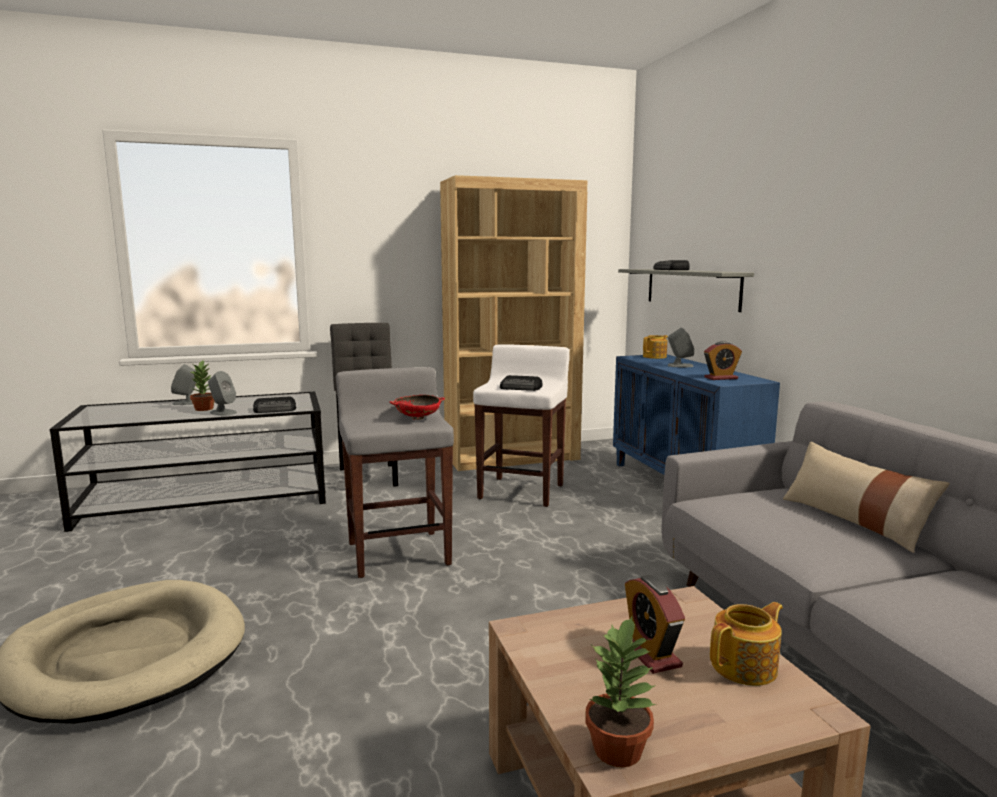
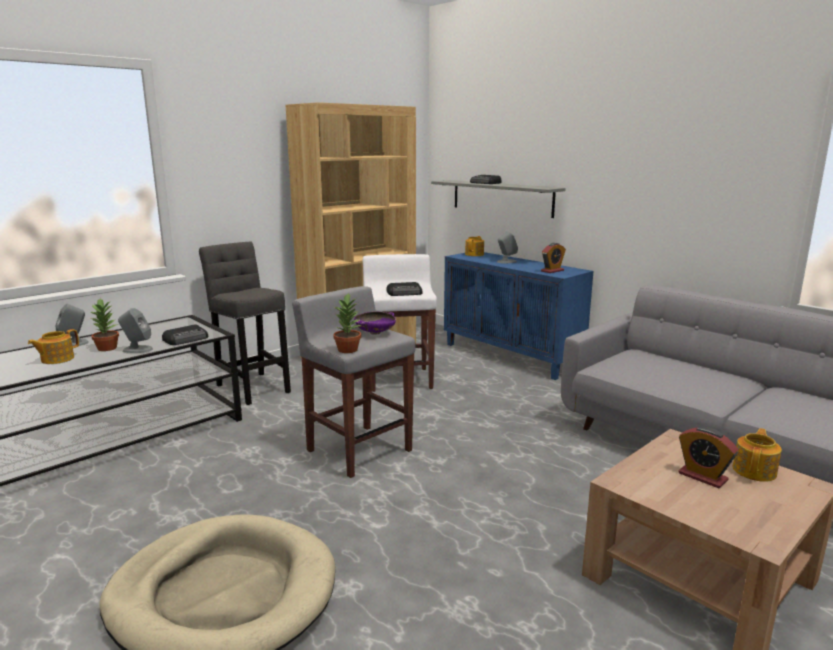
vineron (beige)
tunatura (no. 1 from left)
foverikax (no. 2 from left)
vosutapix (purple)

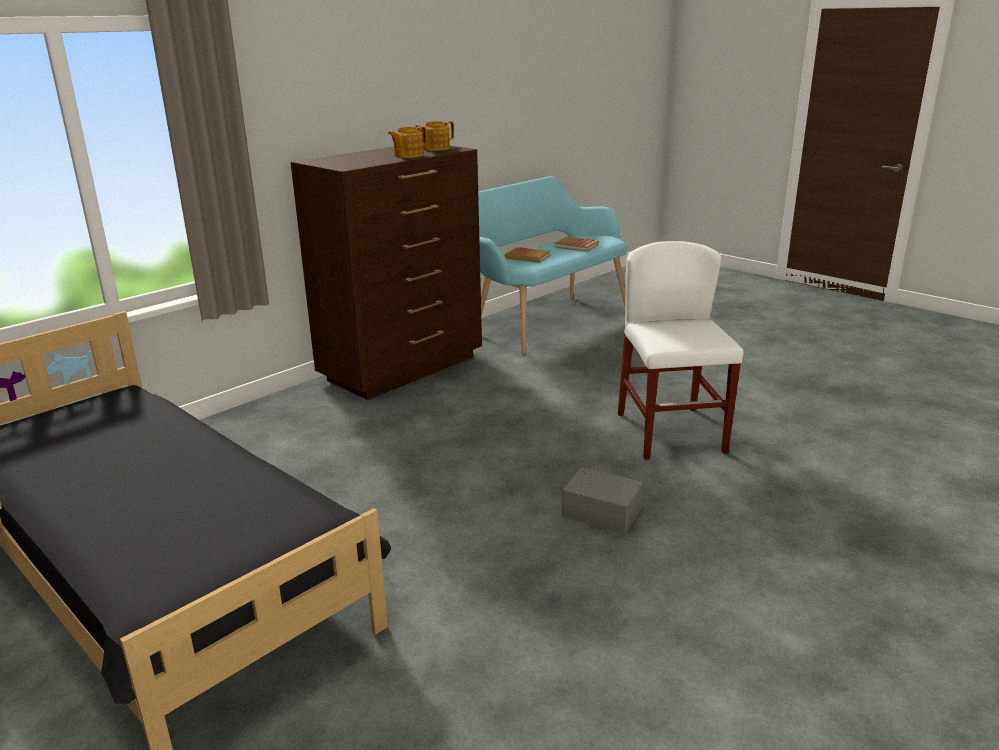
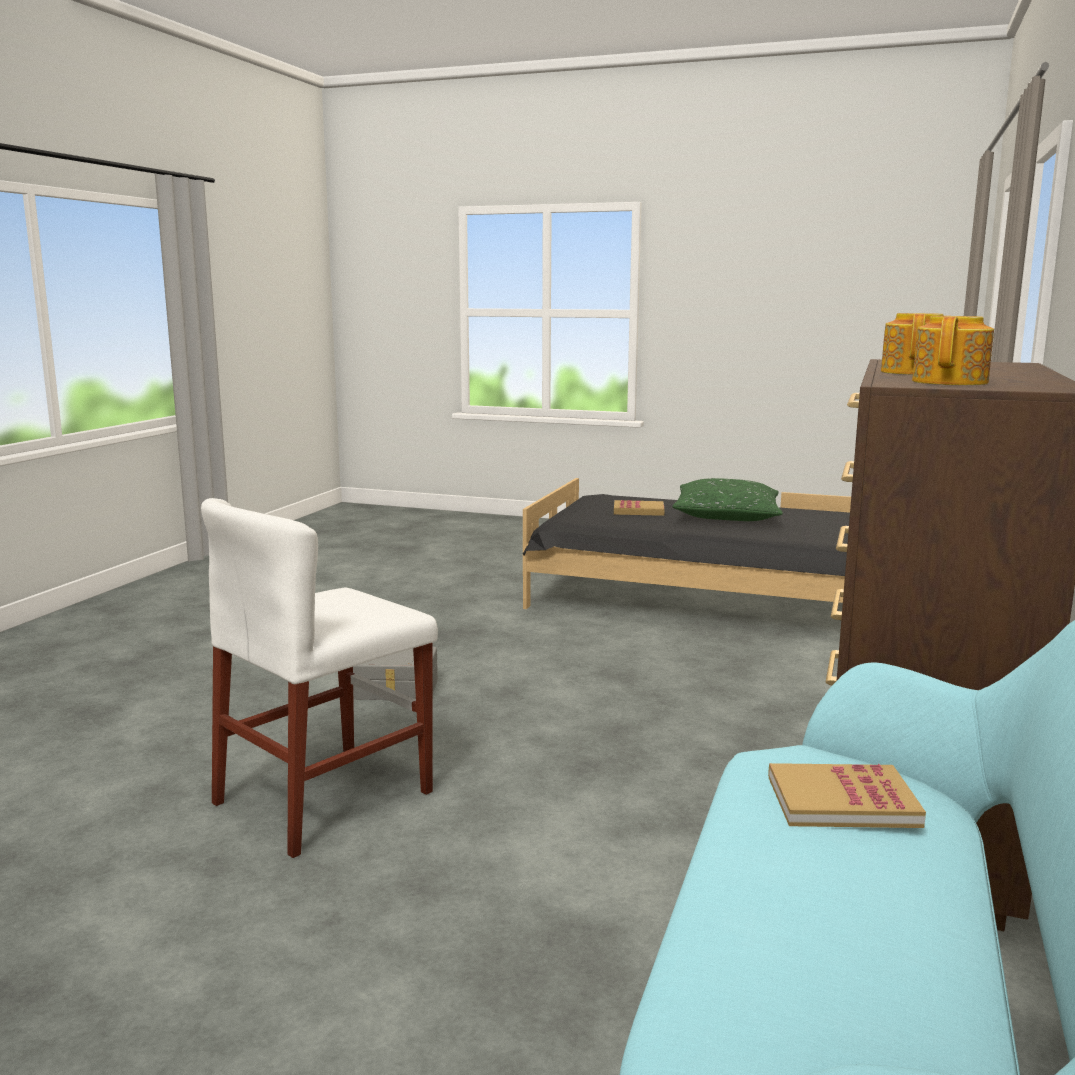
vineron (green)
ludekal (no. 1 from left)
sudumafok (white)

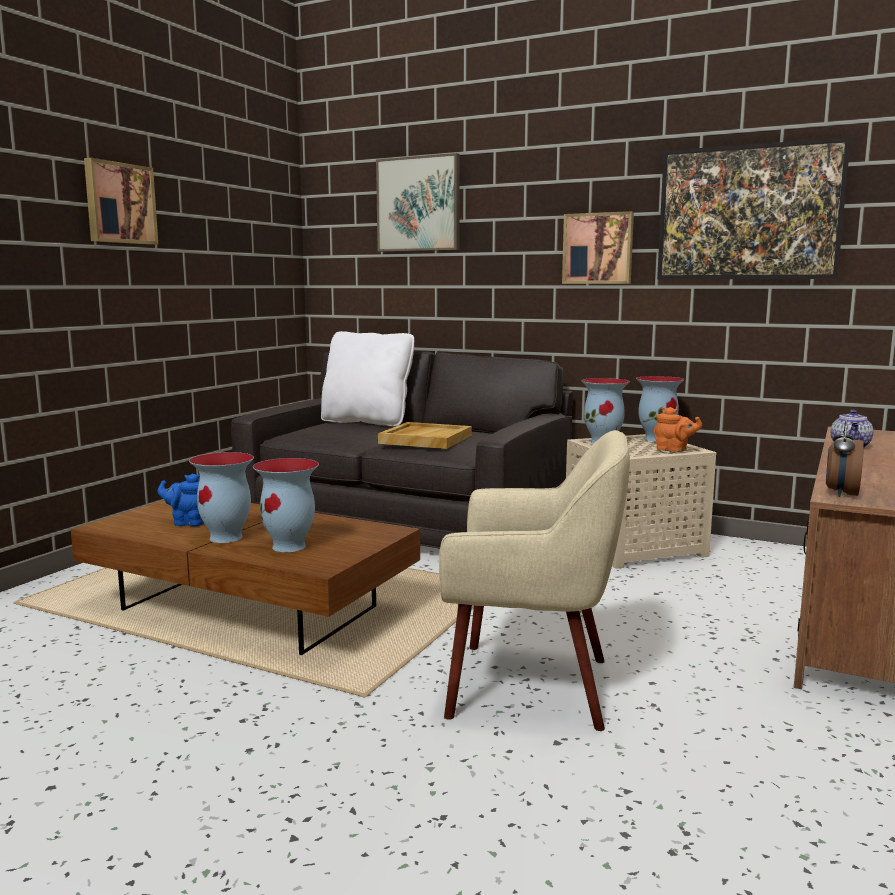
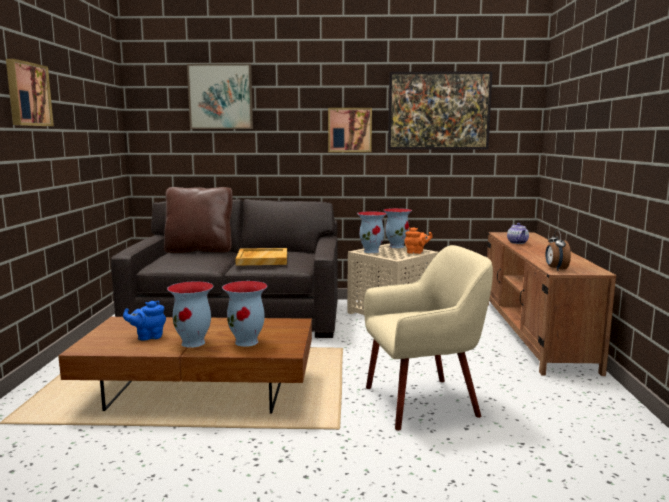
vineron (brown)

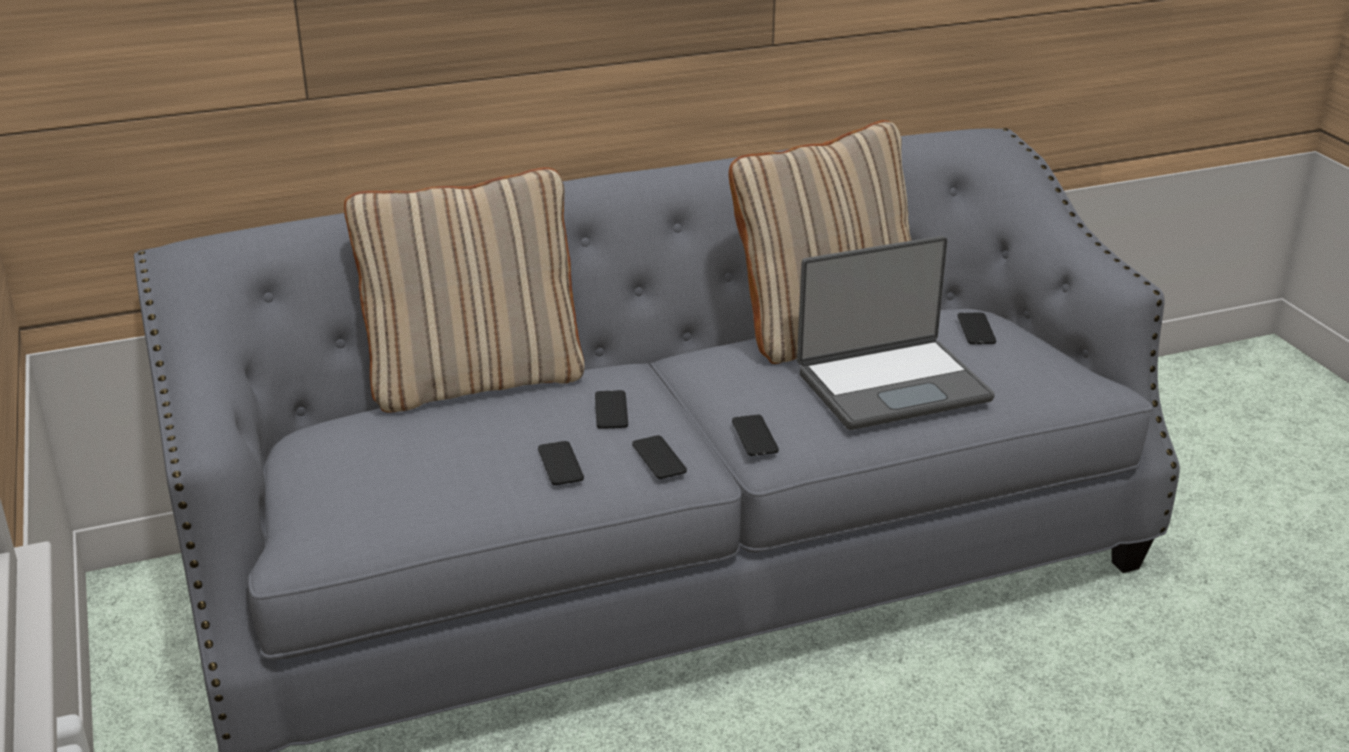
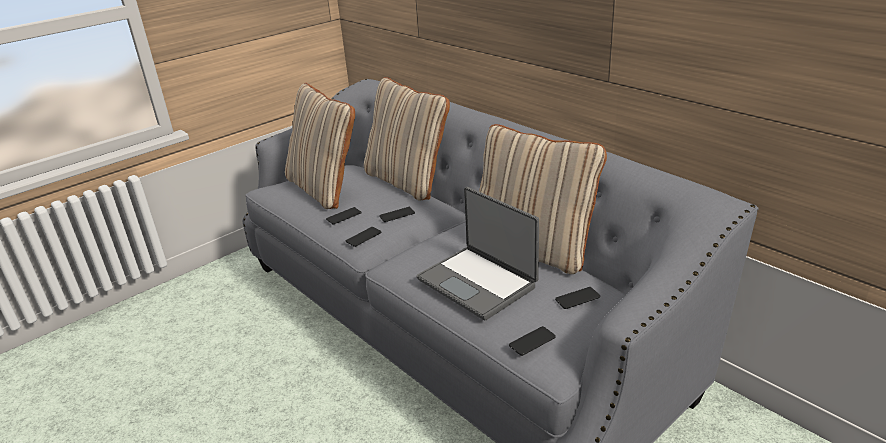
vineron (beige) (no. 1 from left)
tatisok (no. 4 from left)

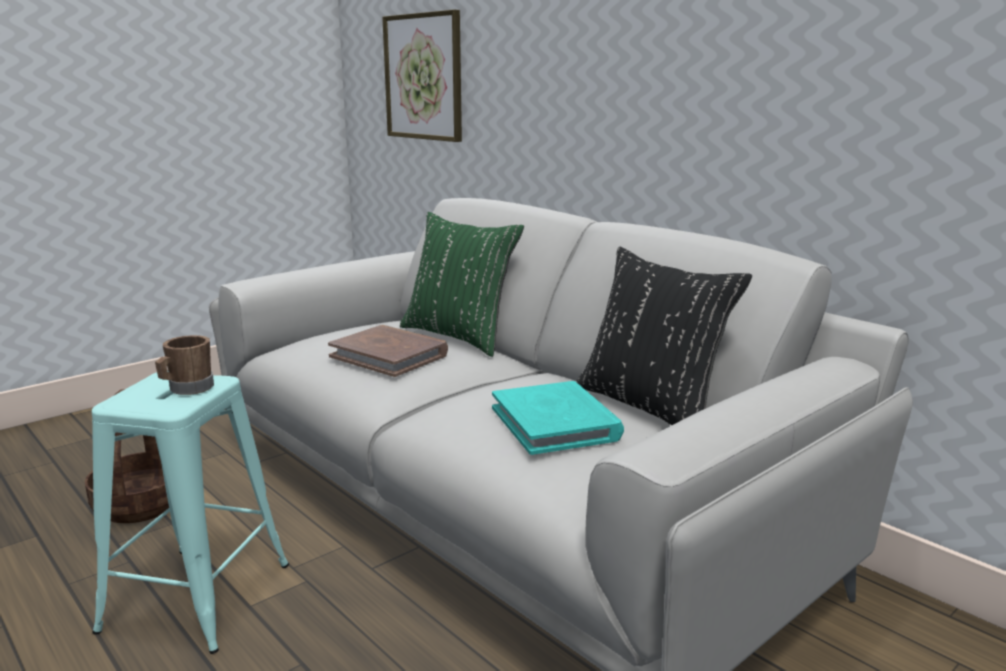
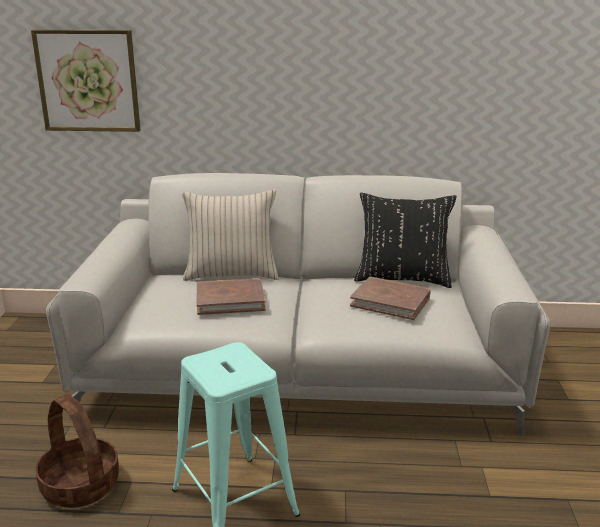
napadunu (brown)
vineron (beige)
ludekal (brown) (no. 2 from left)

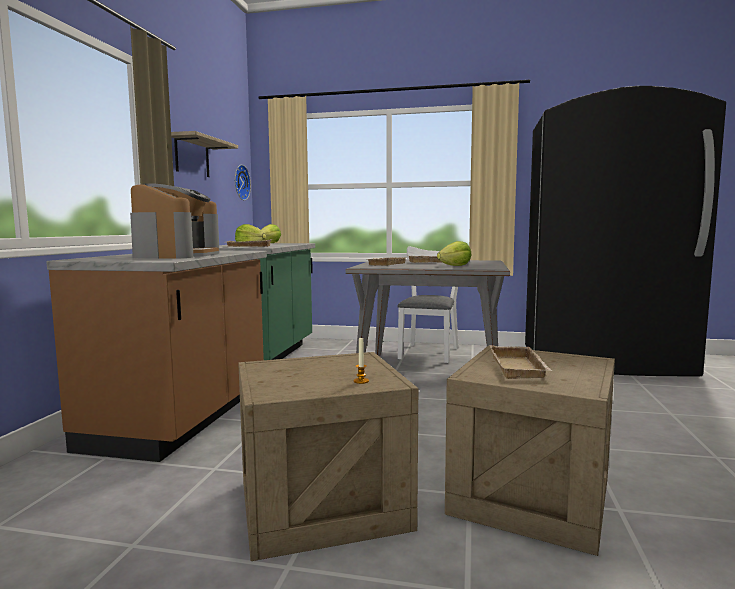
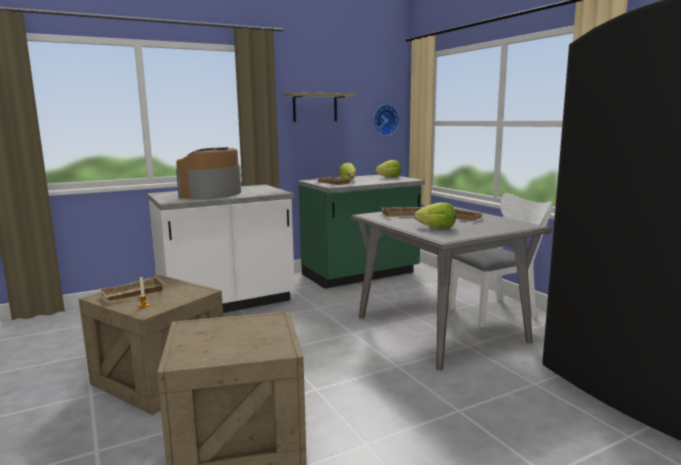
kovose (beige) (no. 1 from left)
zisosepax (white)
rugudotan

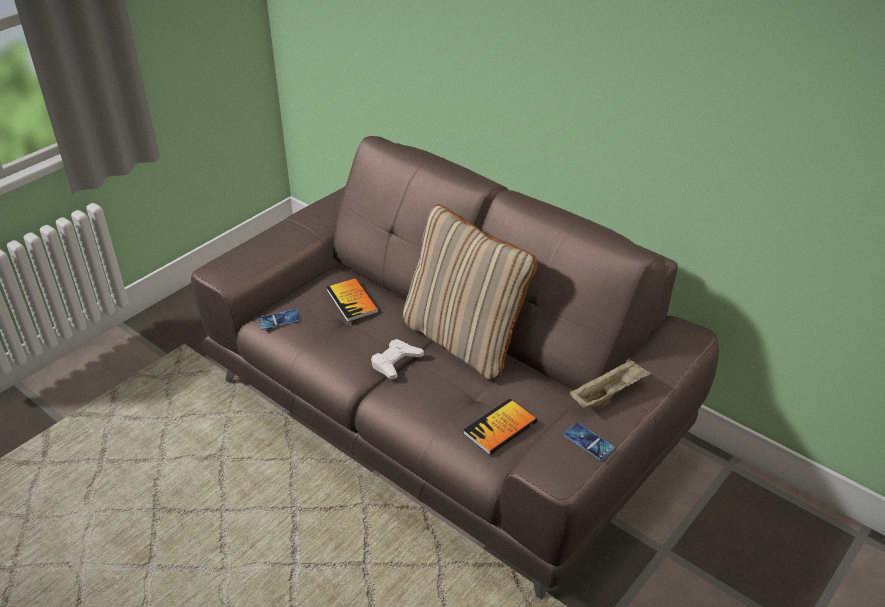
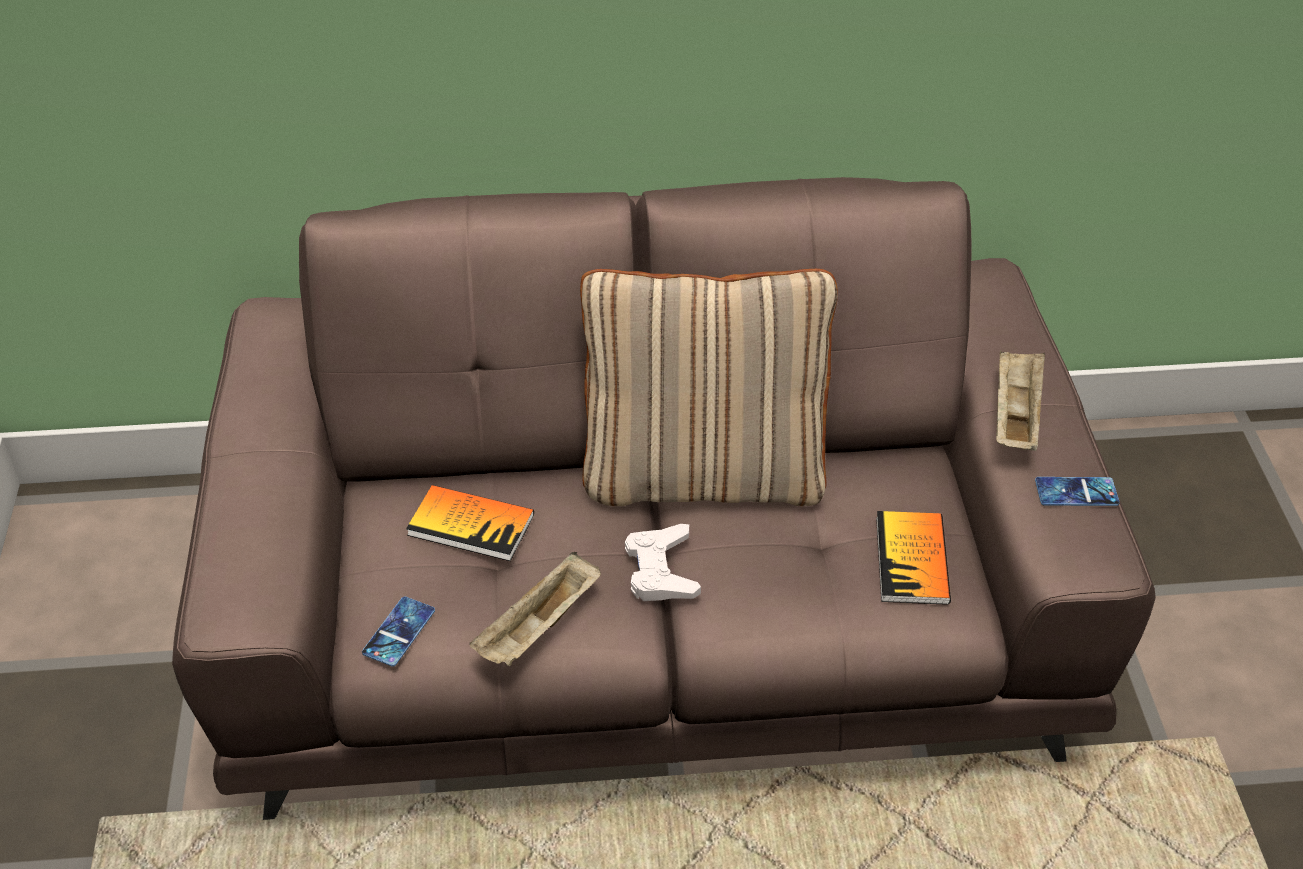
kovose (beige) (no. 1 from left)

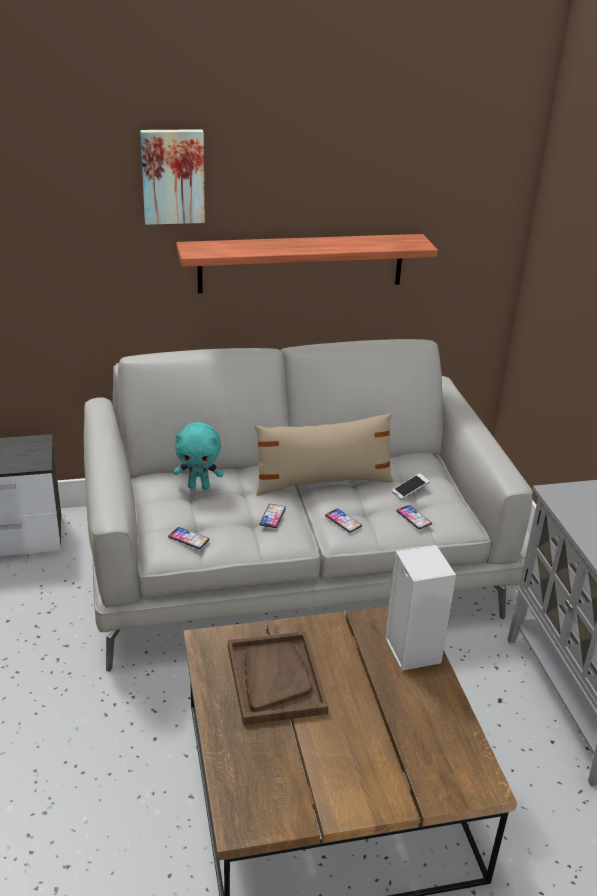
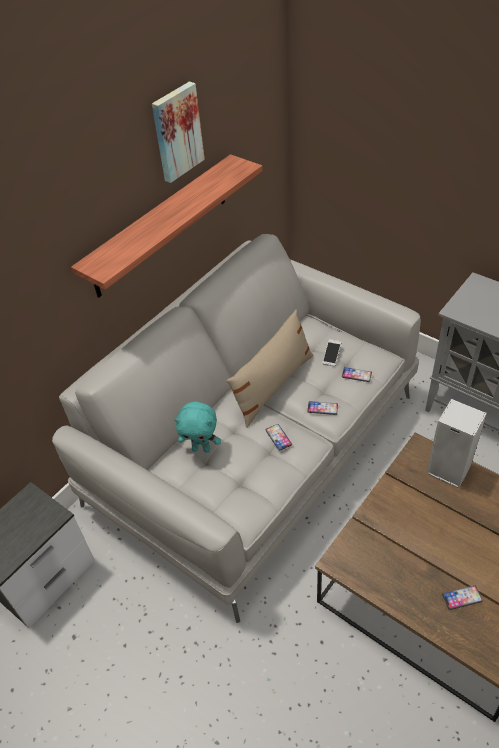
kovose (brown)
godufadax
tatisok (no. 5 from left)
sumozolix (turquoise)

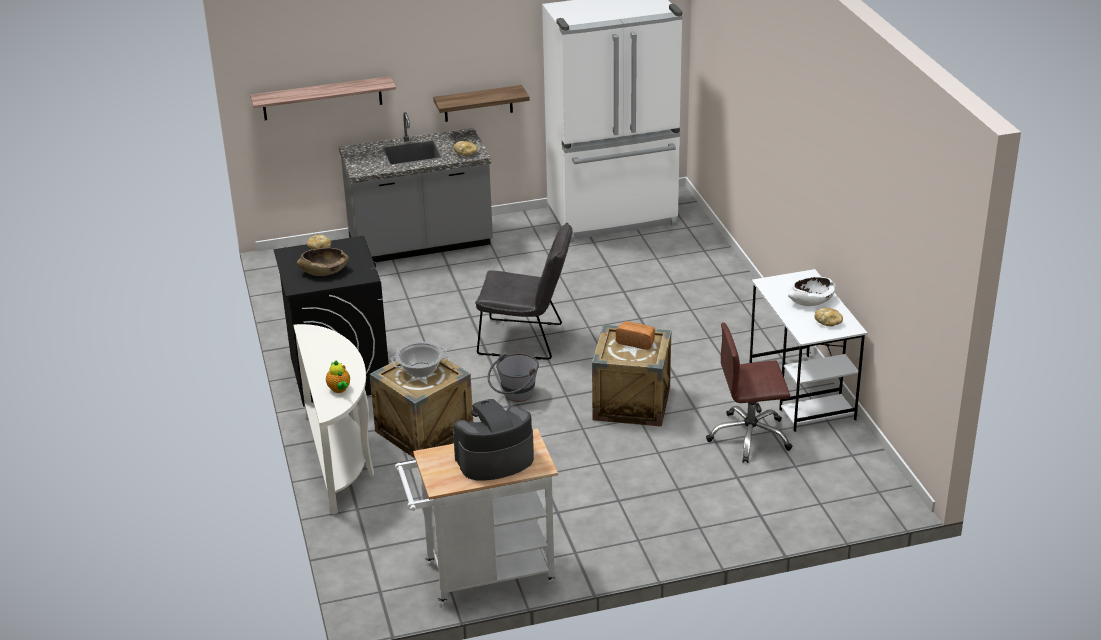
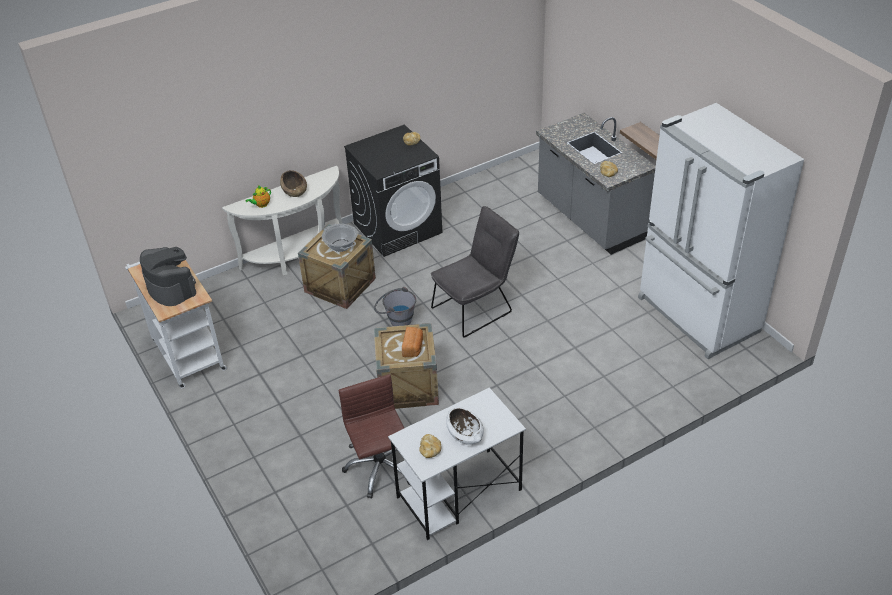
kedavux (no. 1 from left in the first image)
vosutapix (brown)
sudumafok (grey)

